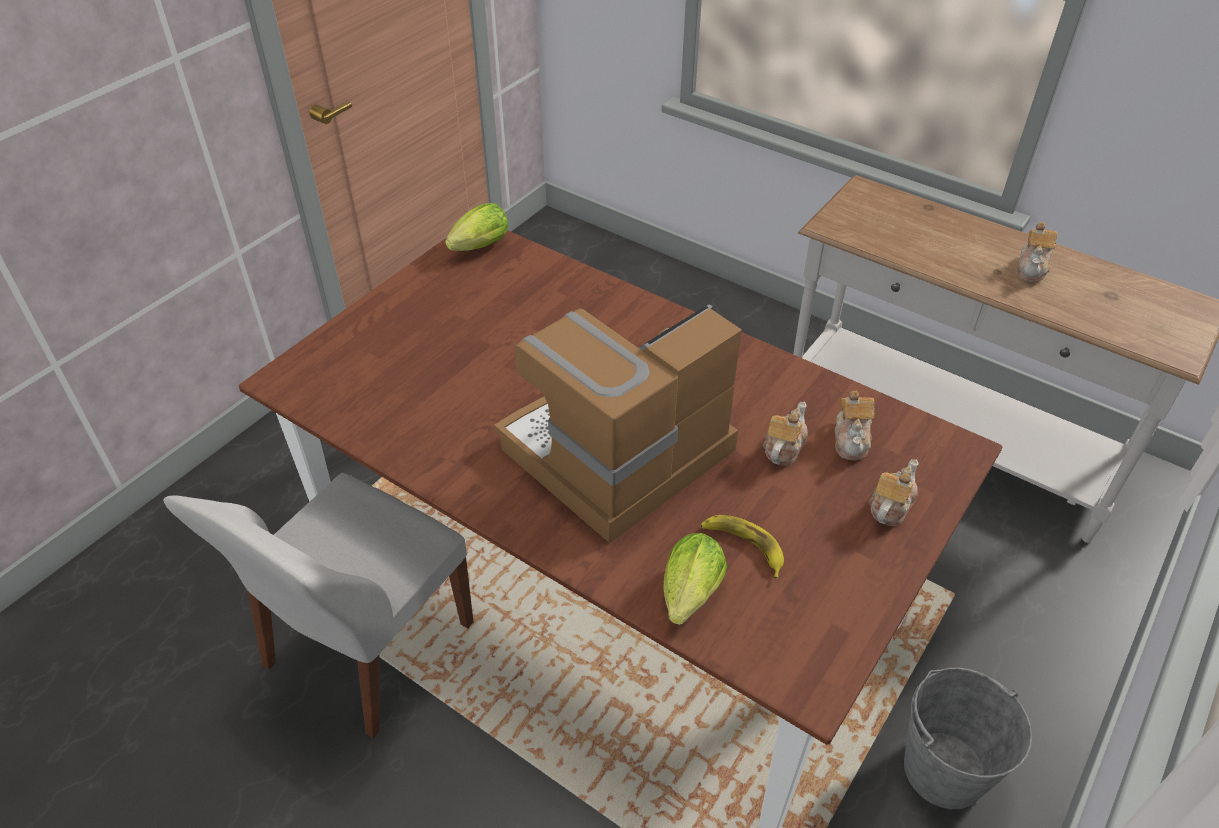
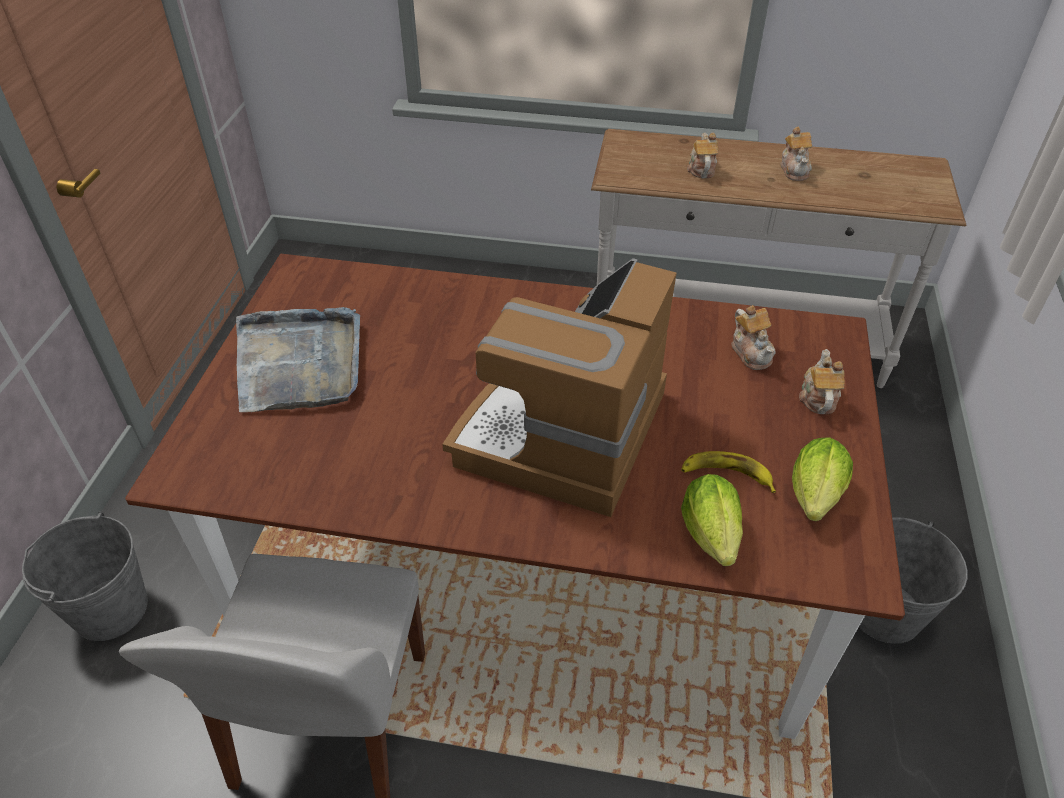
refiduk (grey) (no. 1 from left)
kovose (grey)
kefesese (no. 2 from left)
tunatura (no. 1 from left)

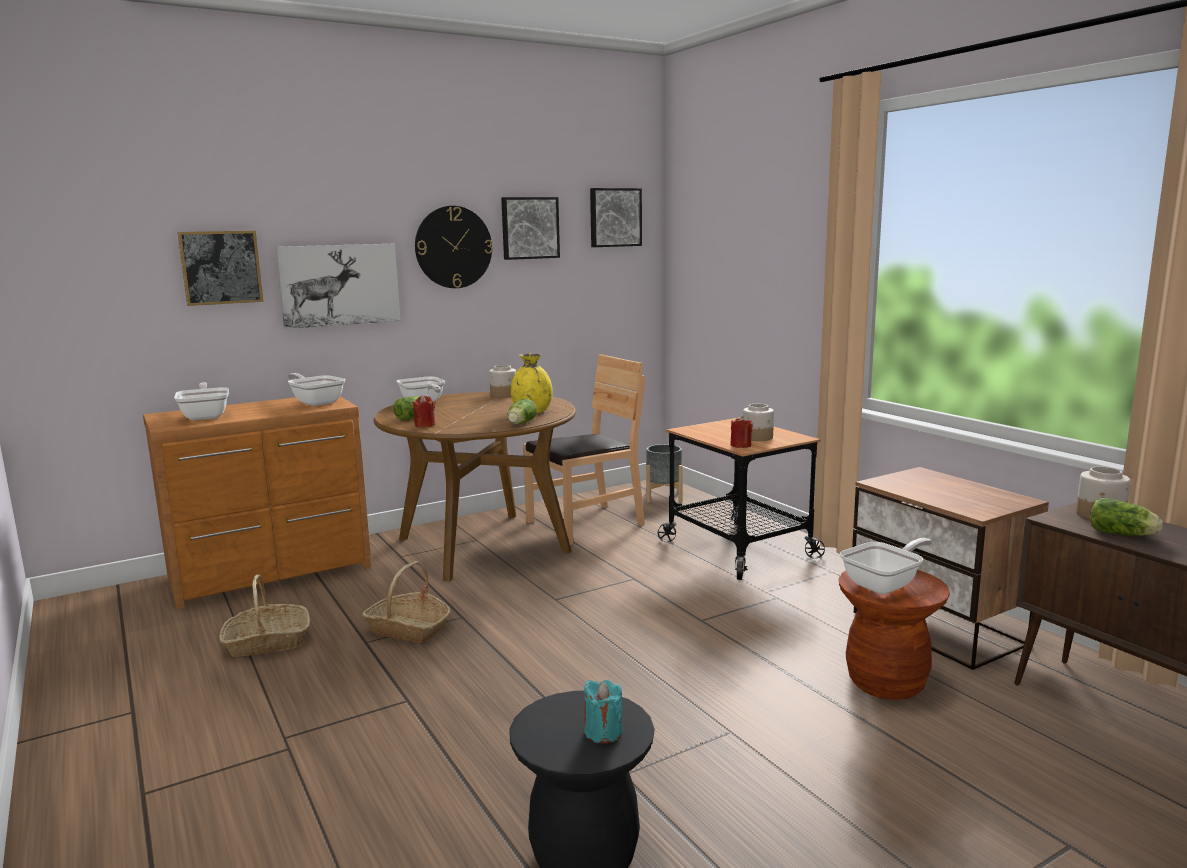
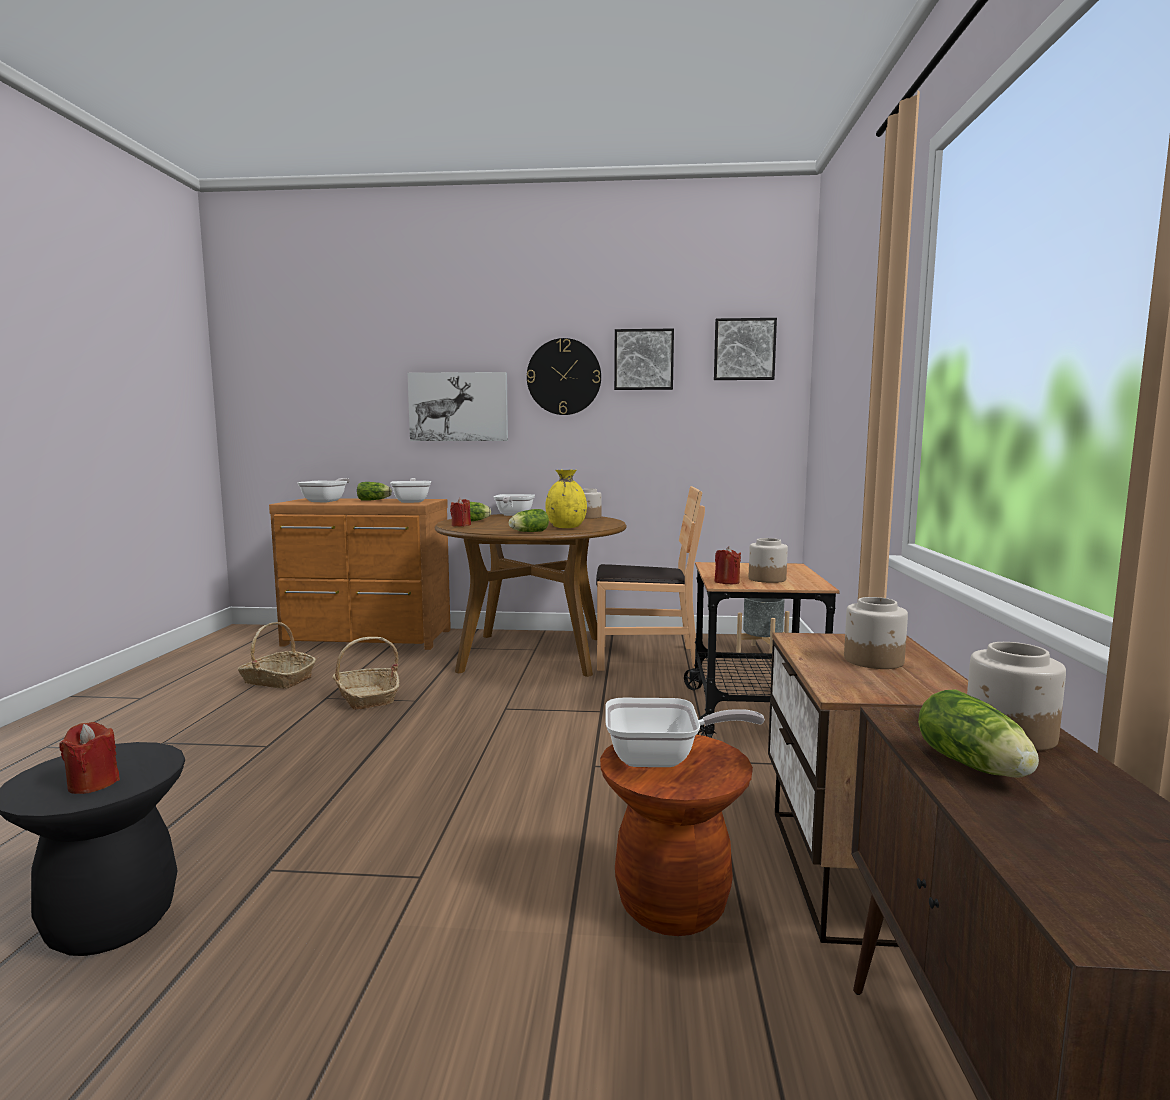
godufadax (no. 1 from left in the first image)
kefesese (no. 1 from left)
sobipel (no. 3 from left)
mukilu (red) (no. 1 from left)

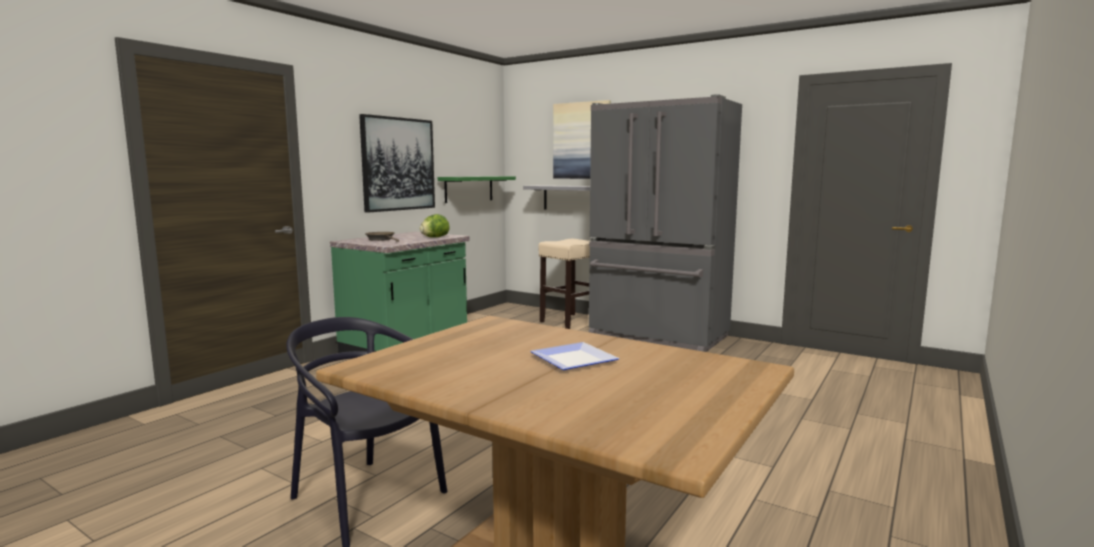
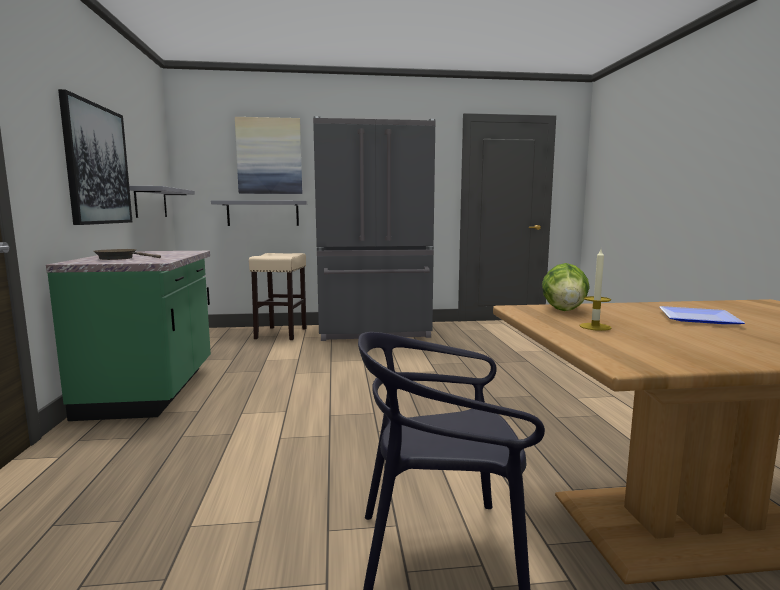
mukilu
kefesese
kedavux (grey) (no. 1 from left)

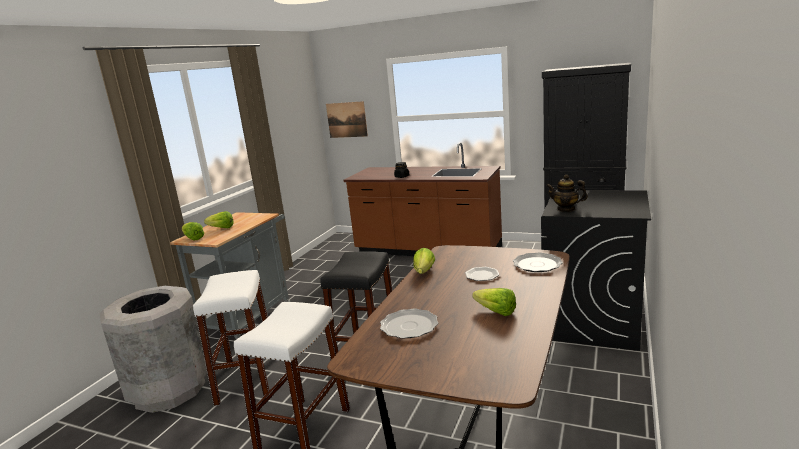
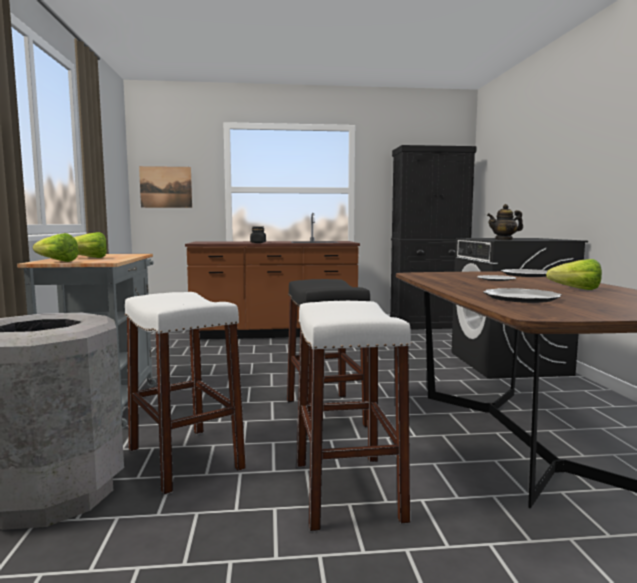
kefesese (no. 3 from left in the first image)

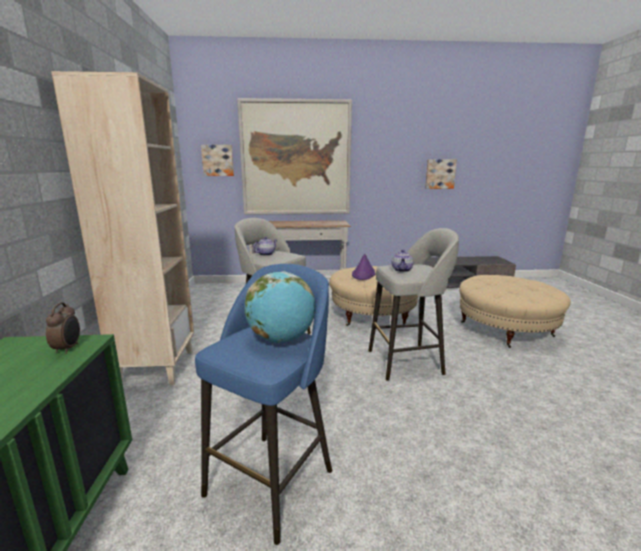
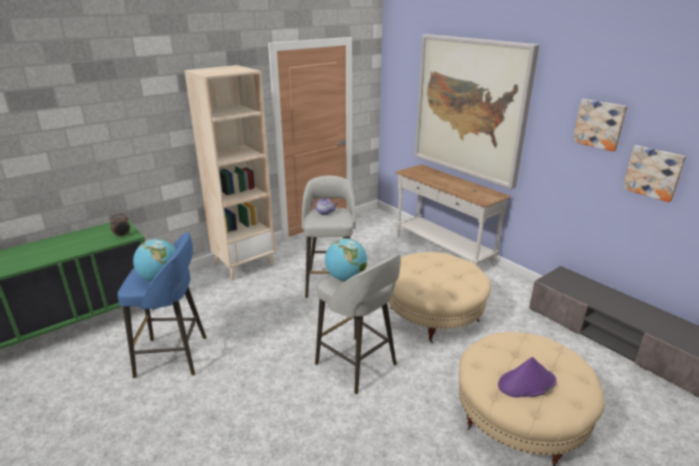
godufadax (no. 2 from left)
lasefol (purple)
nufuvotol (no. 2 from left)

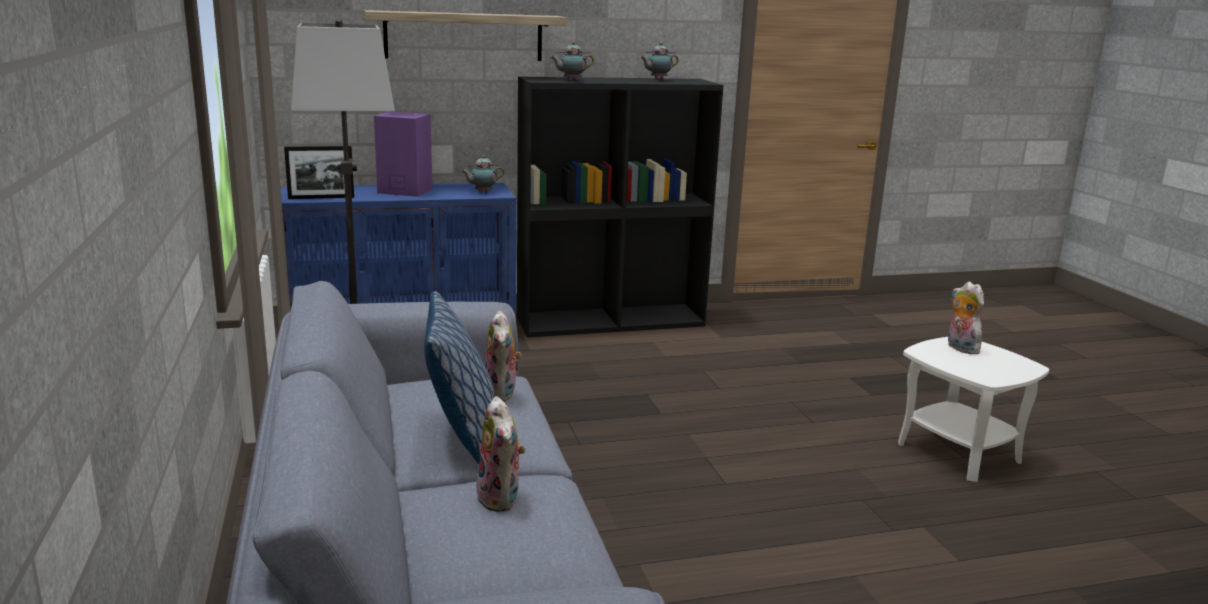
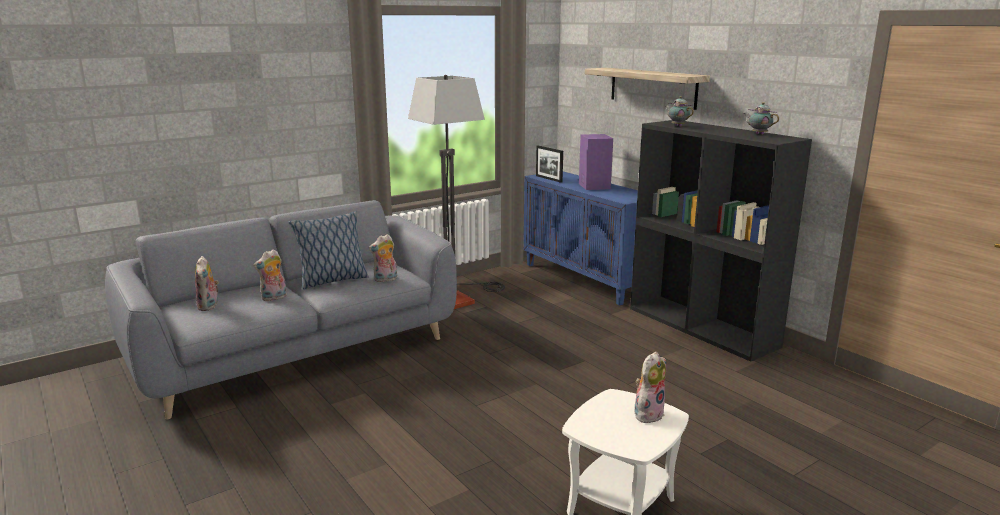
tunatura (no. 1 from left in the first image)
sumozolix (no. 1 from left)

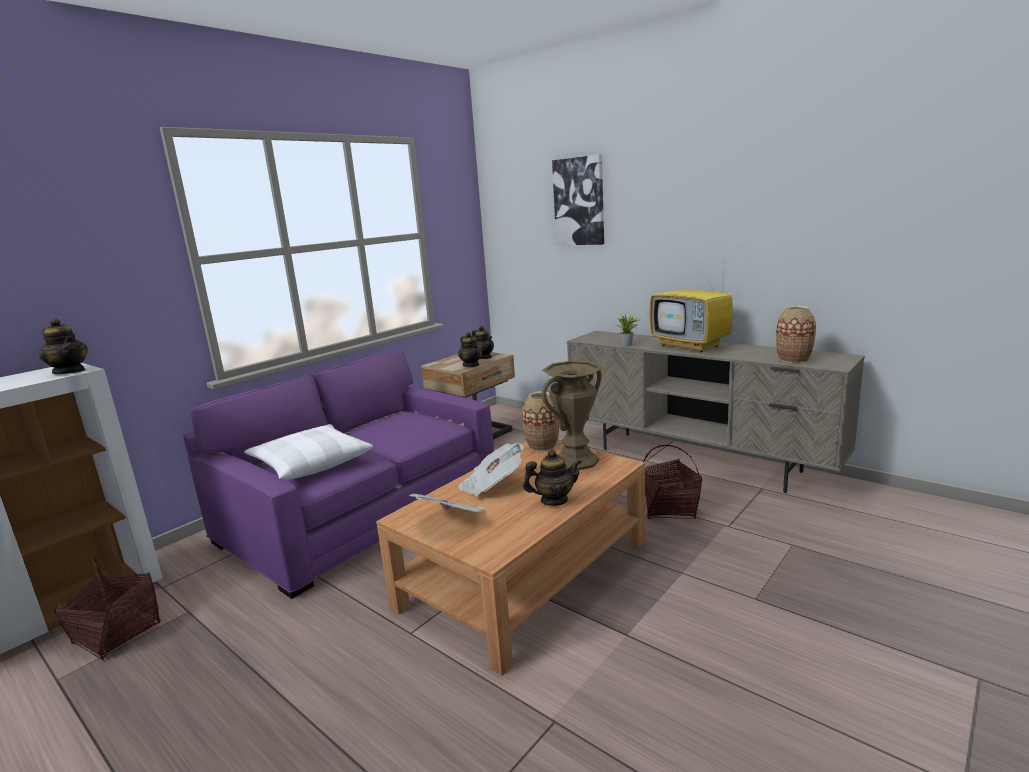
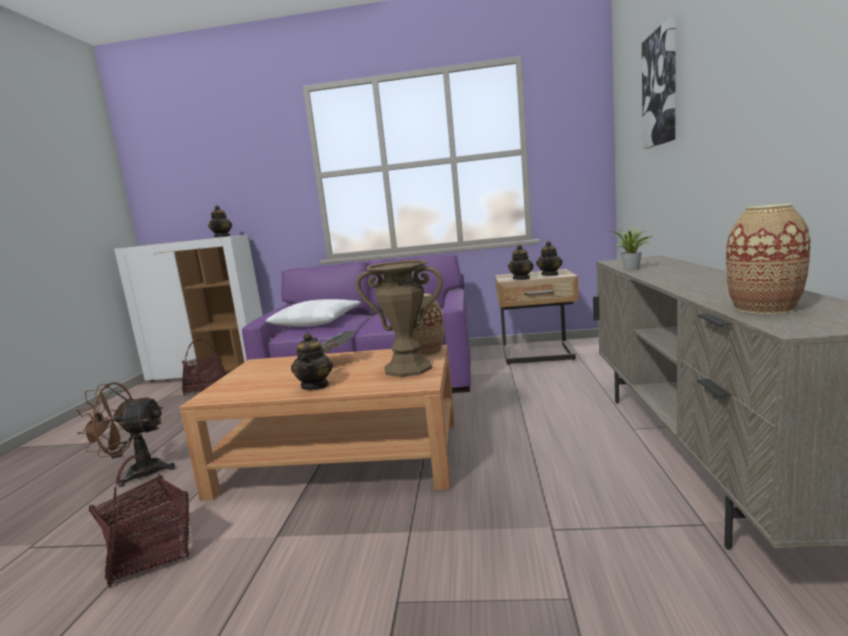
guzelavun (no. 1 from left in the first image)
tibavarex
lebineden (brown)
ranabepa (no. 1 from left)
tunatura (no. 2 from left)

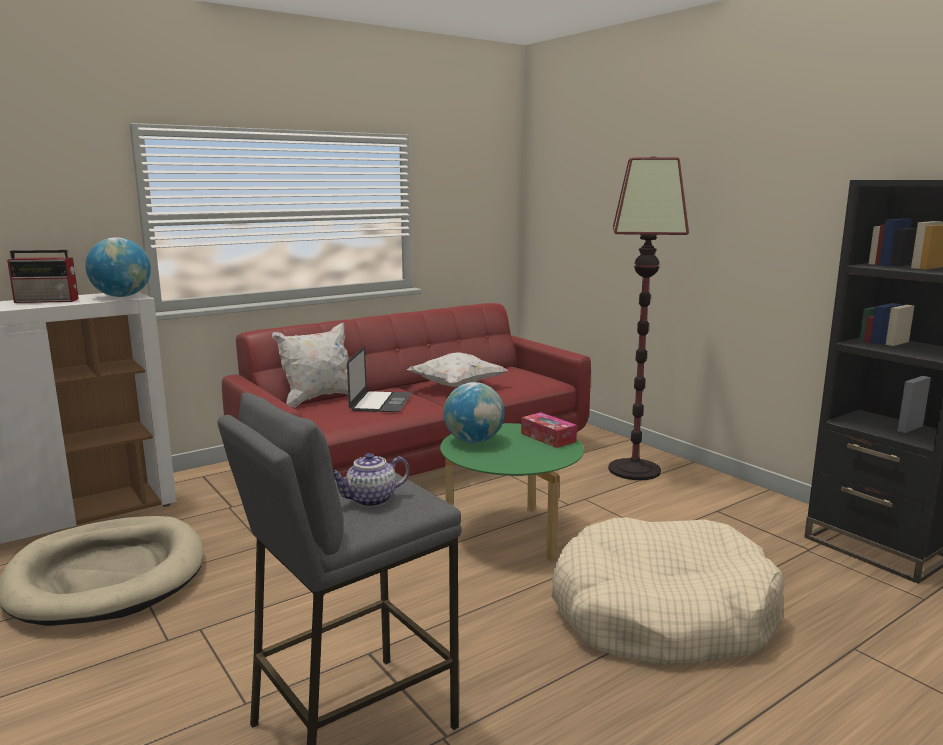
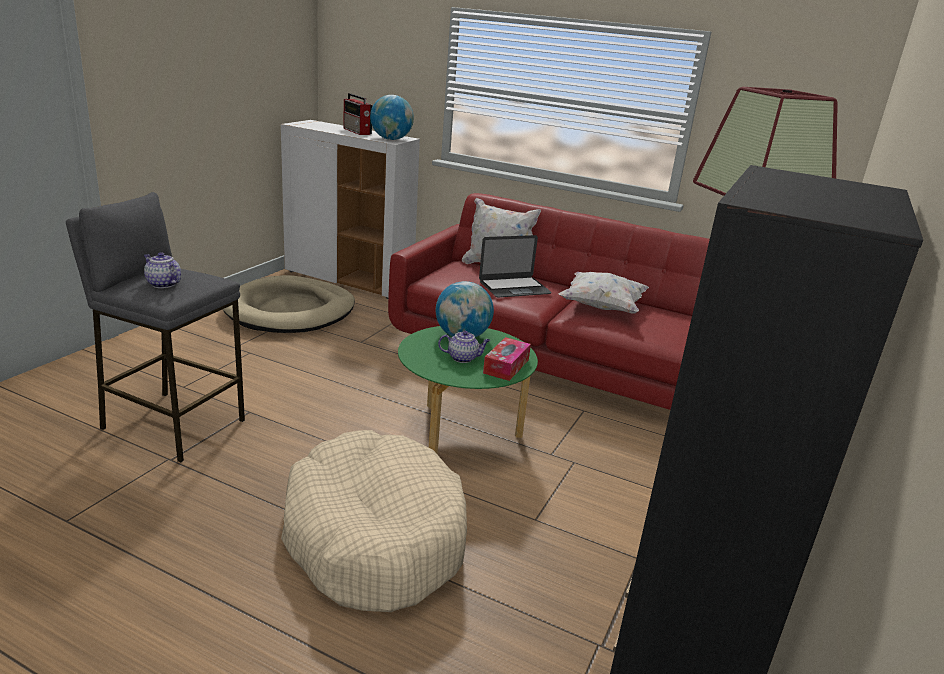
tunatura (no. 2 from left)

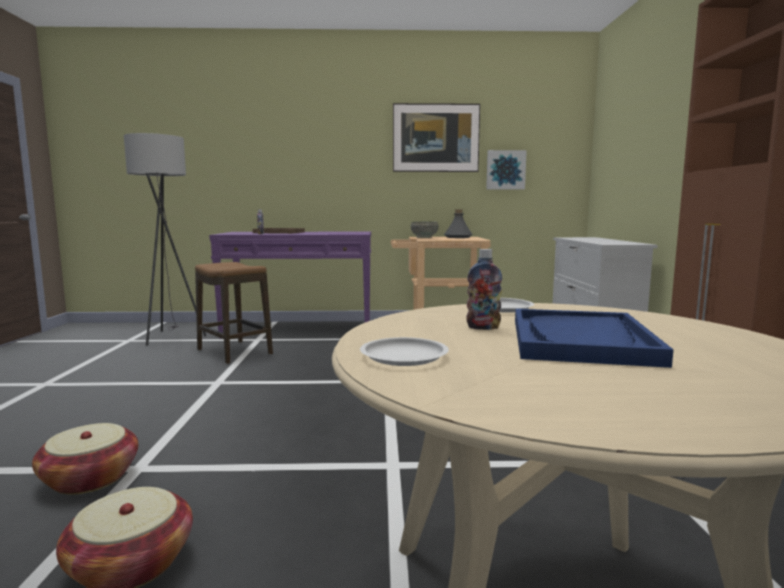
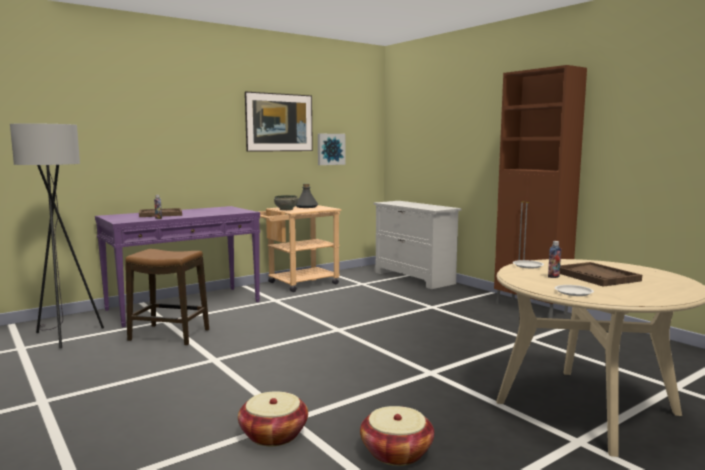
kovose (brown) (no. 2 from left)

